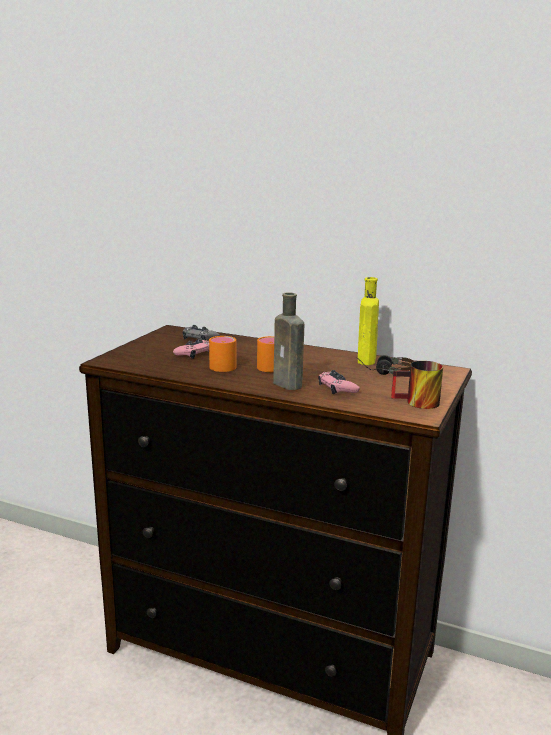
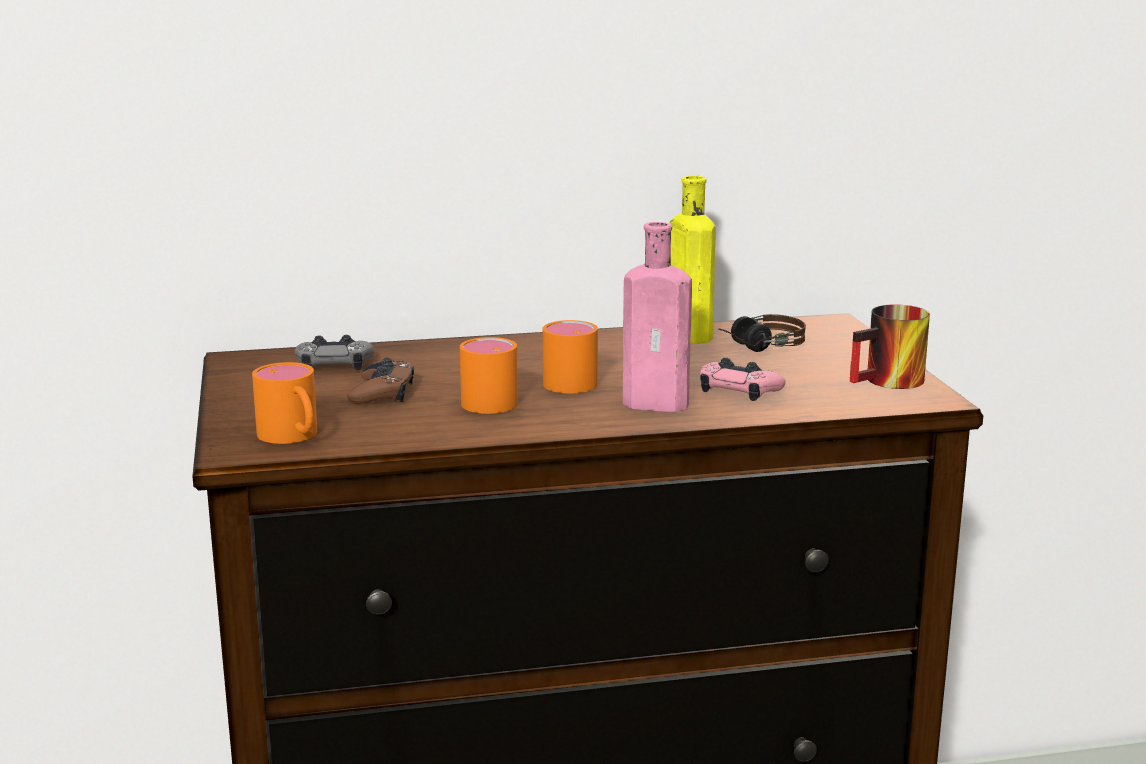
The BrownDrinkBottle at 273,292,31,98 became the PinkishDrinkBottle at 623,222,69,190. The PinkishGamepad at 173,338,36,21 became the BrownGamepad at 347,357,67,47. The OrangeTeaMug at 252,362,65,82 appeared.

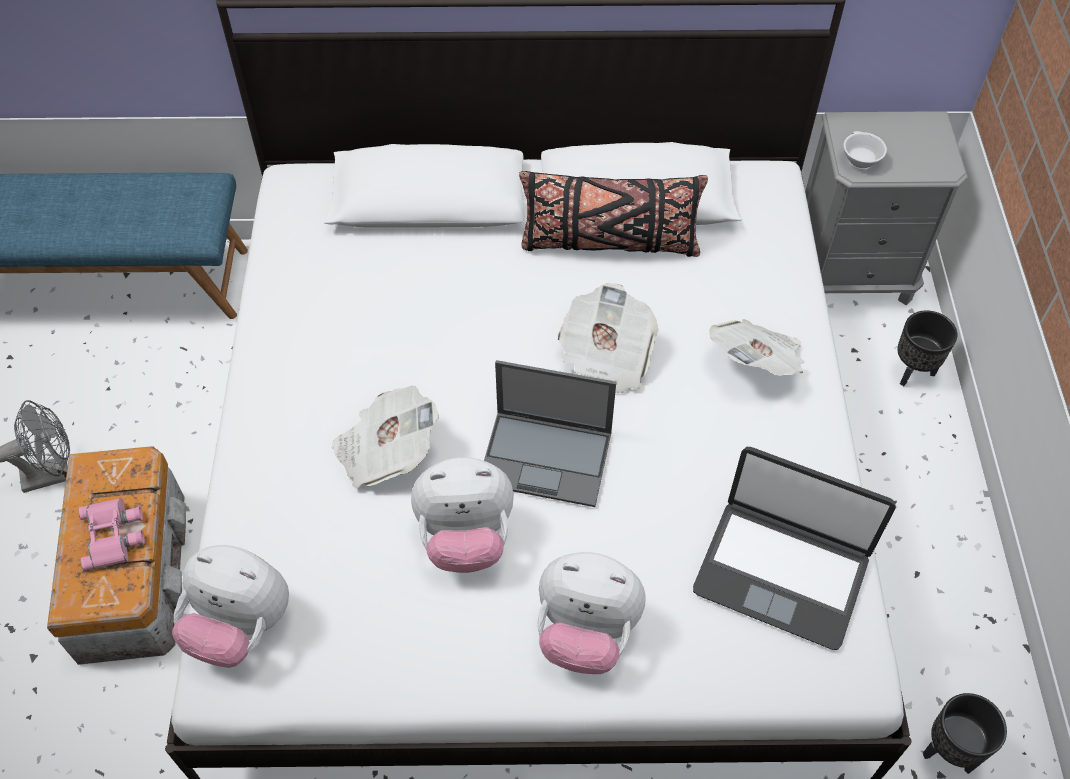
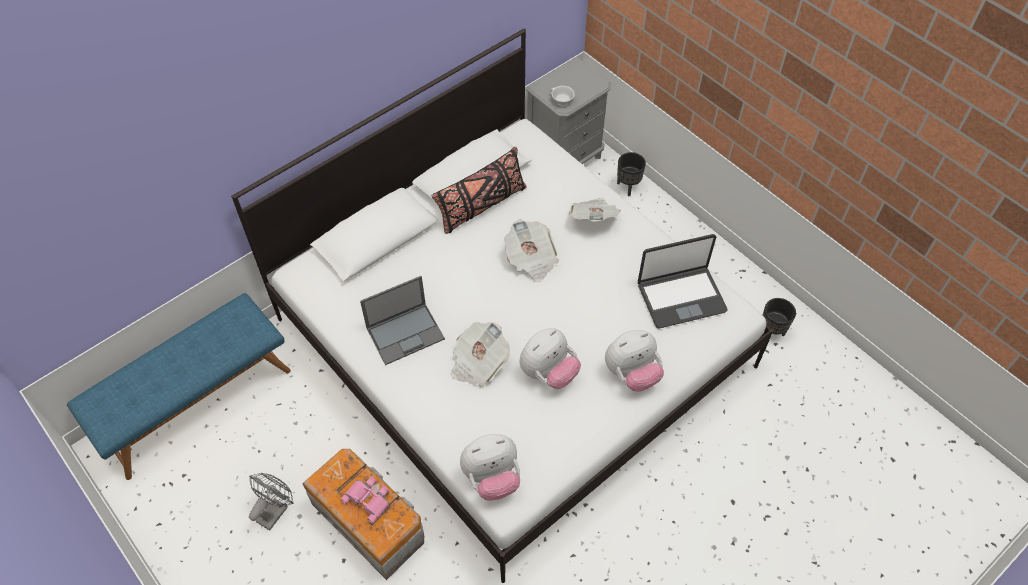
The NotebookComputer moved from 484,360,132,147 to 360,276,85,89.

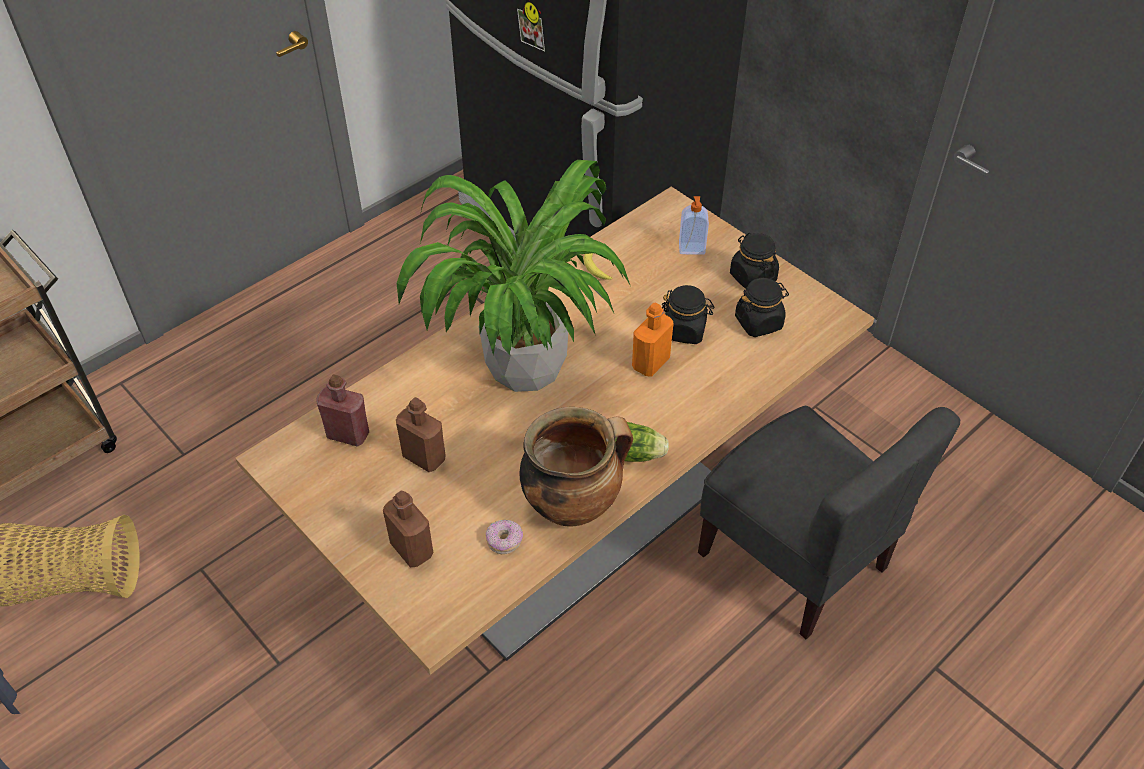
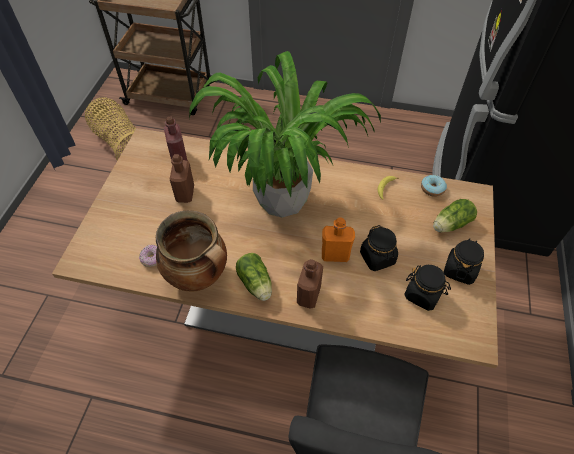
The SoapDispenser at 679,196,30,59 was replaced by the Lettuce at 433,199,44,34. The BrownDrinkBottle moved from 383,491,50,76 to 297,259,26,50. The RingDoughnut at 421,175,26,22 appeared.

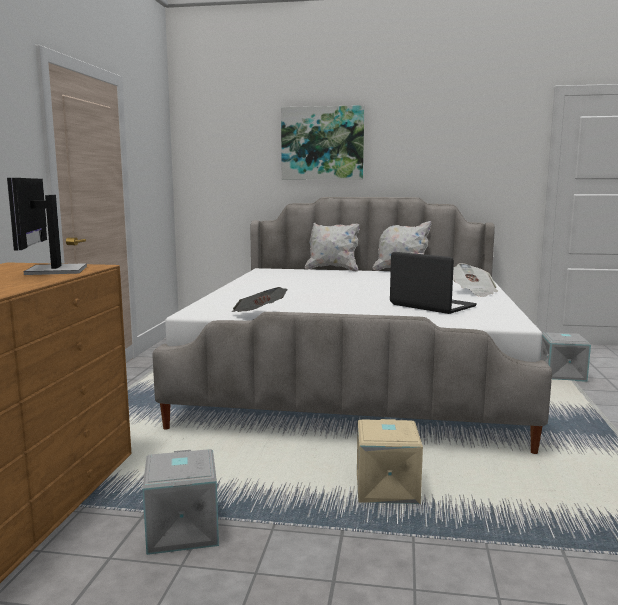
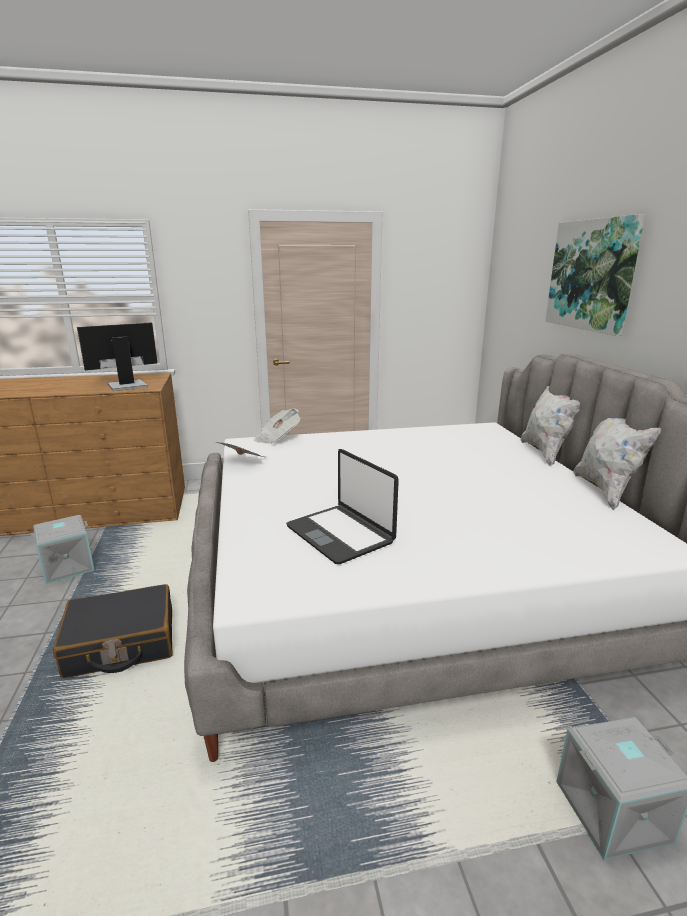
The NotebookComputer at 390,252,87,62 turned 120 degrees clockwise. The PrintedPaper moved from 453,263,45,34 to 254,408,46,36. The BeigeColouredStorageBox at 357,419,66,85 was replaced by the BlackPieceOfLuggage at 53,584,120,94.

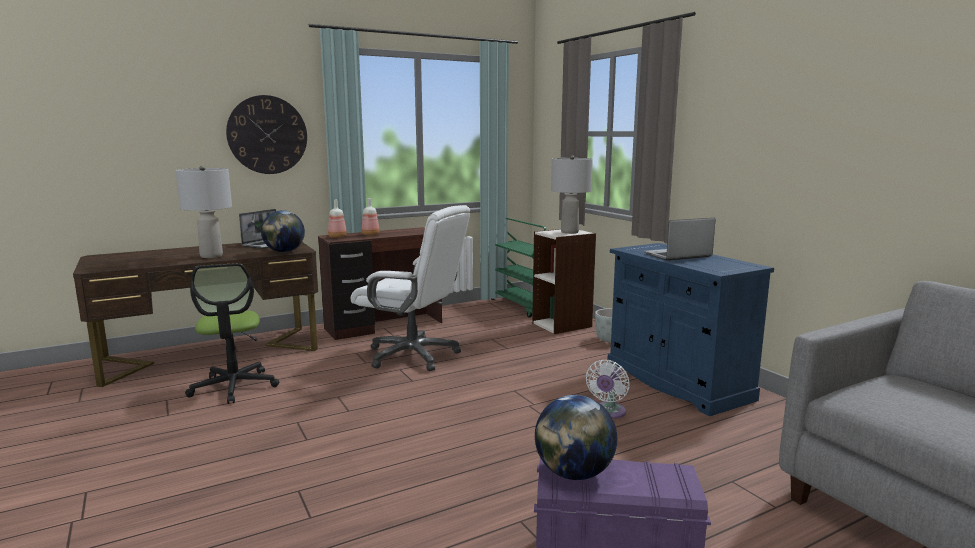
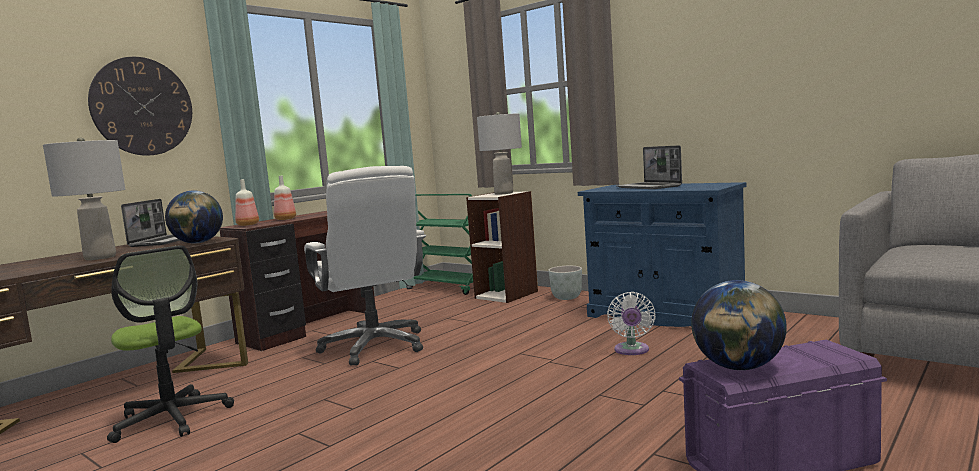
The WhiteColouredComputerChair at 351,205,119,166 turned 60 degrees clockwise. The NotebookComputer at 644,218,72,43 turned 75 degrees counterclockwise.

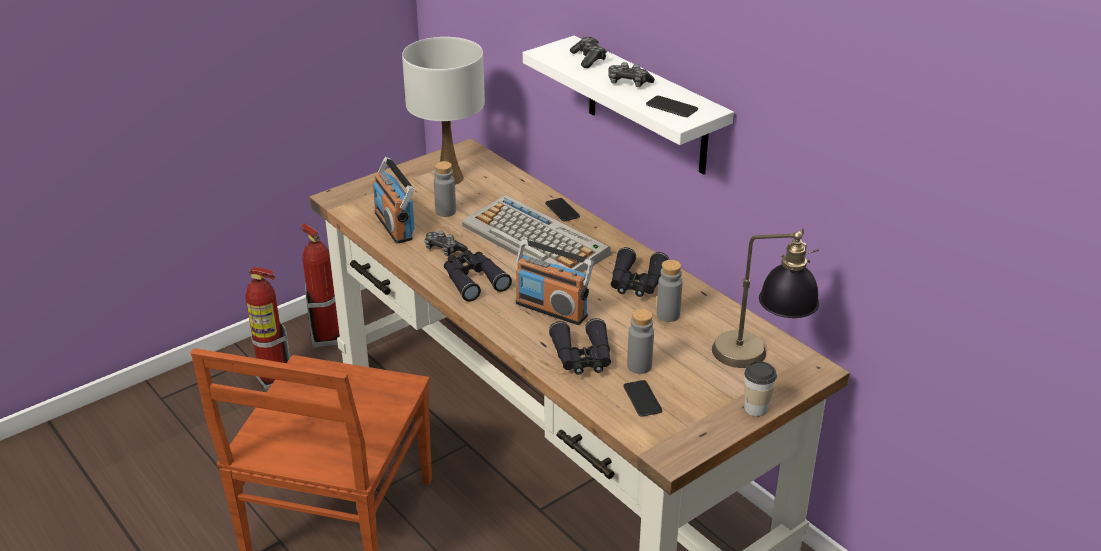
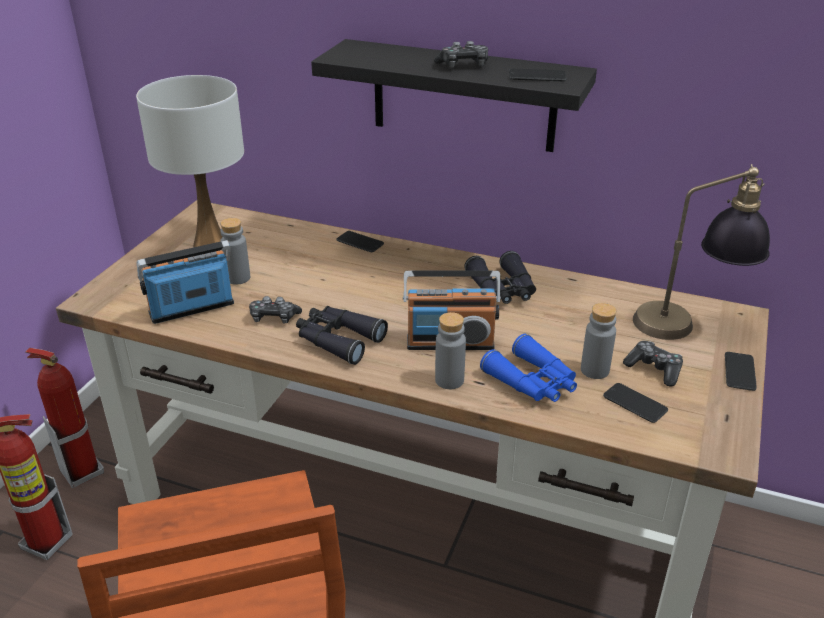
The WhiteColouredWallShelf at 523,36,211,139 became the BlackWallShelf at 311,39,286,113. The Gamepad moved from 570,37,37,31 to 623,341,60,45. The Radio at 373,157,42,87 turned 120 degrees clockwise. The Keyboard at 462,195,148,77 disappeared. The GrayDrinkBottle moved from 657,260,26,62 to 435,312,31,77. The BlackBinoculars at 549,318,62,57 became the BluishBinoculars at 480,334,97,68. The Cup at 744,361,33,55 was replaced by the Phone at 725,352,32,39.

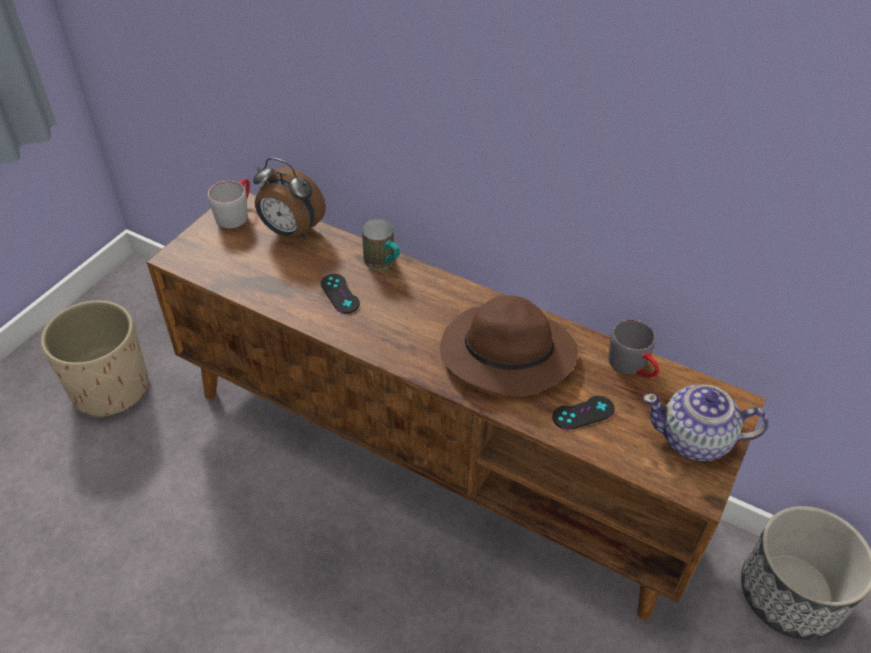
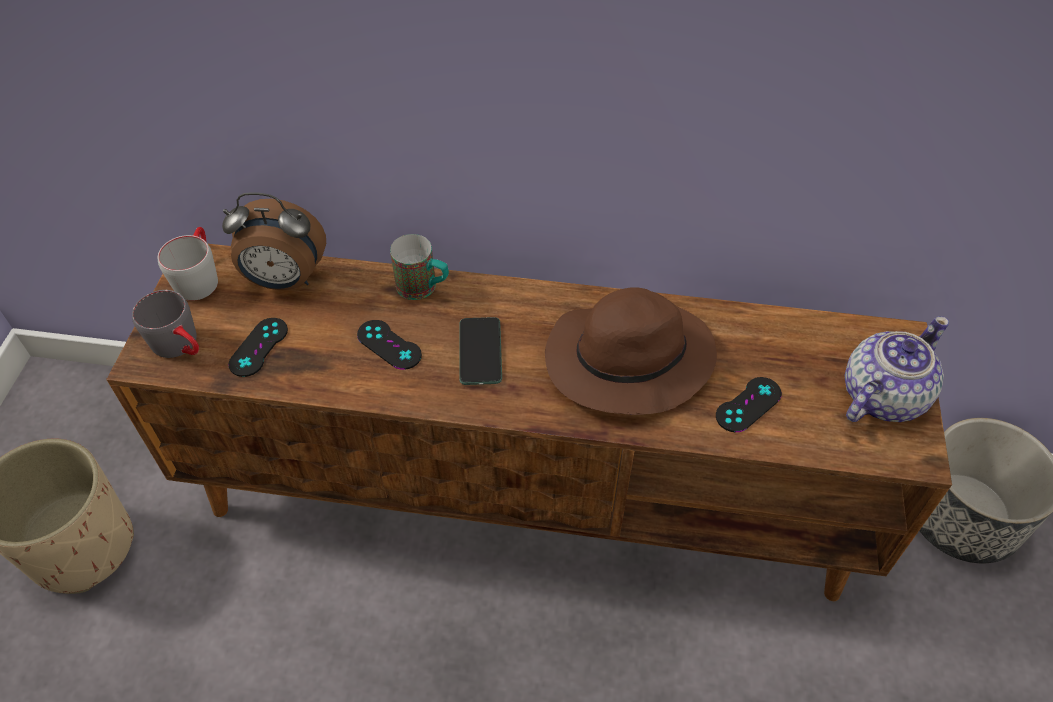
The GrayTeaMug moved from 608,319,51,59 to 132,290,67,68. The TeaPot at 643,384,126,77 turned 150 degrees clockwise. The Phone at 459,317,43,68 appeared. The BlackGamepad at 228,318,60,59 appeared.

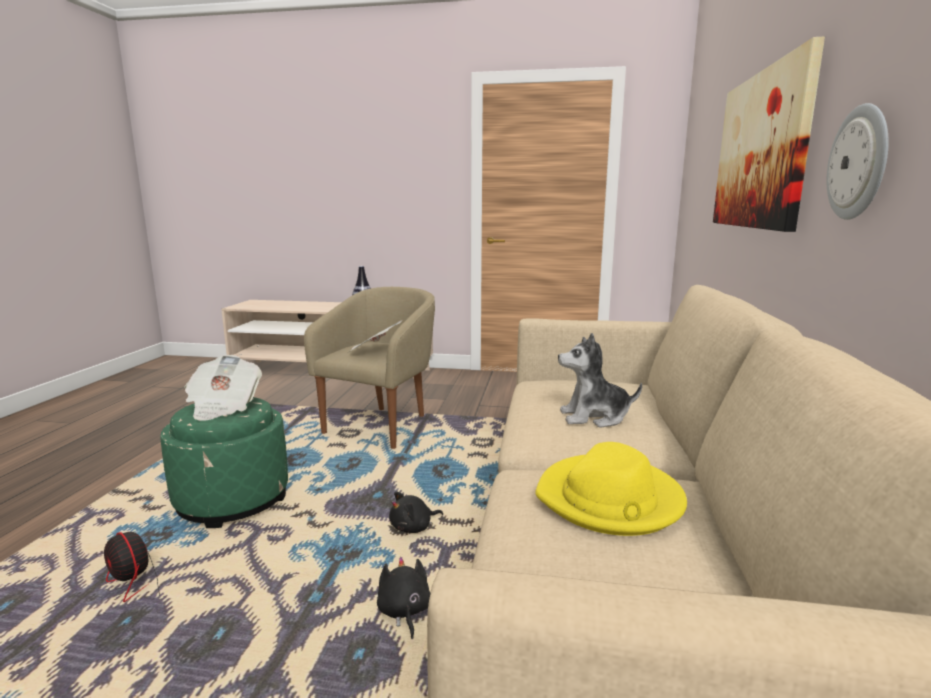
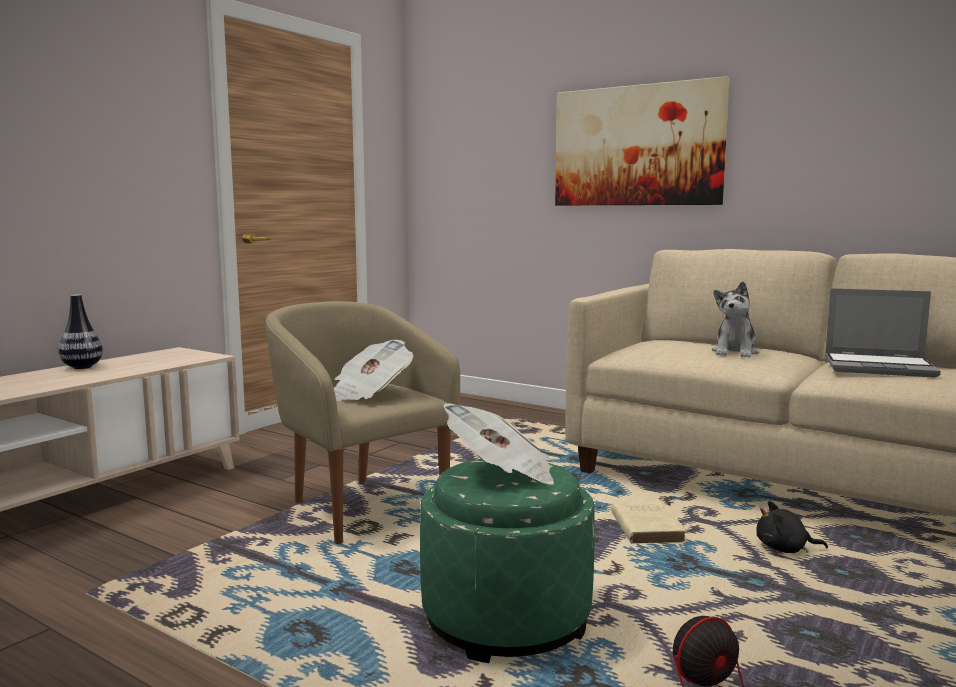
The ClockOnTheWall at 827,103,62,117 disappeared. The YellowColouredClothingHat at 535,442,152,94 was replaced by the NotebookComputer at 825,288,116,90. The BlackPlushToy at 389,491,54,42 was replaced by the BeigeColouredBoundBook at 611,501,76,43.

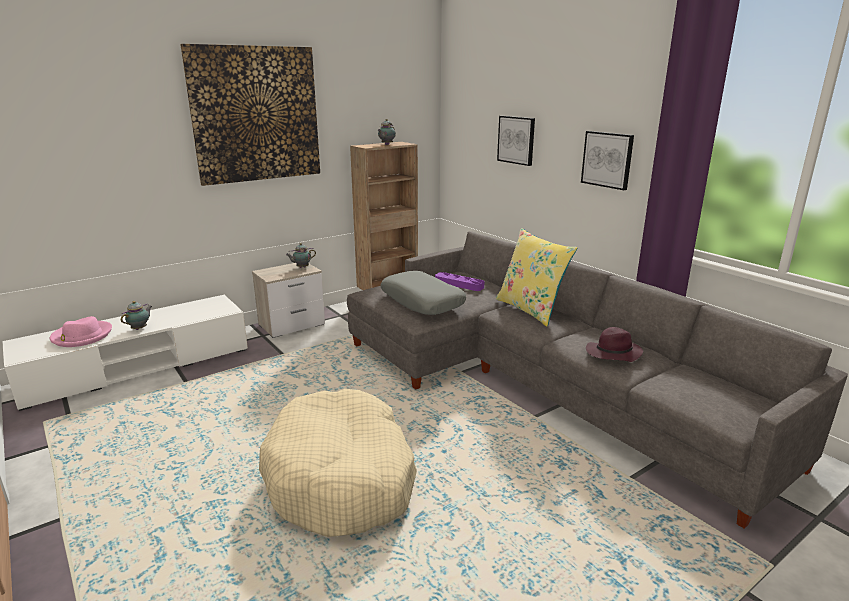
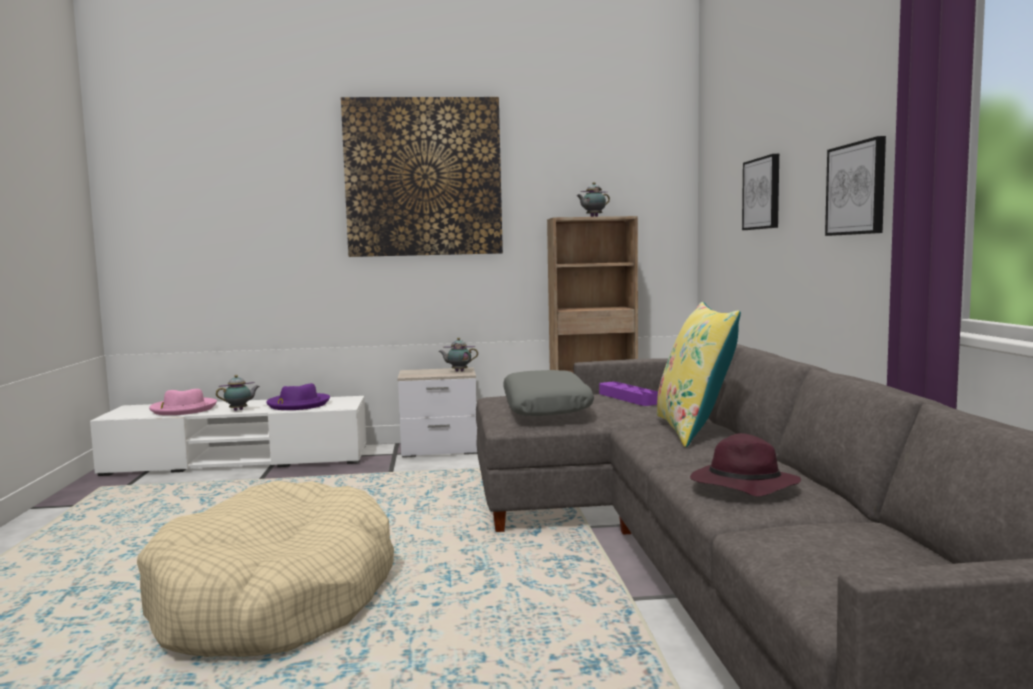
The PurplishClothingHat at 266,383,64,27 appeared.

